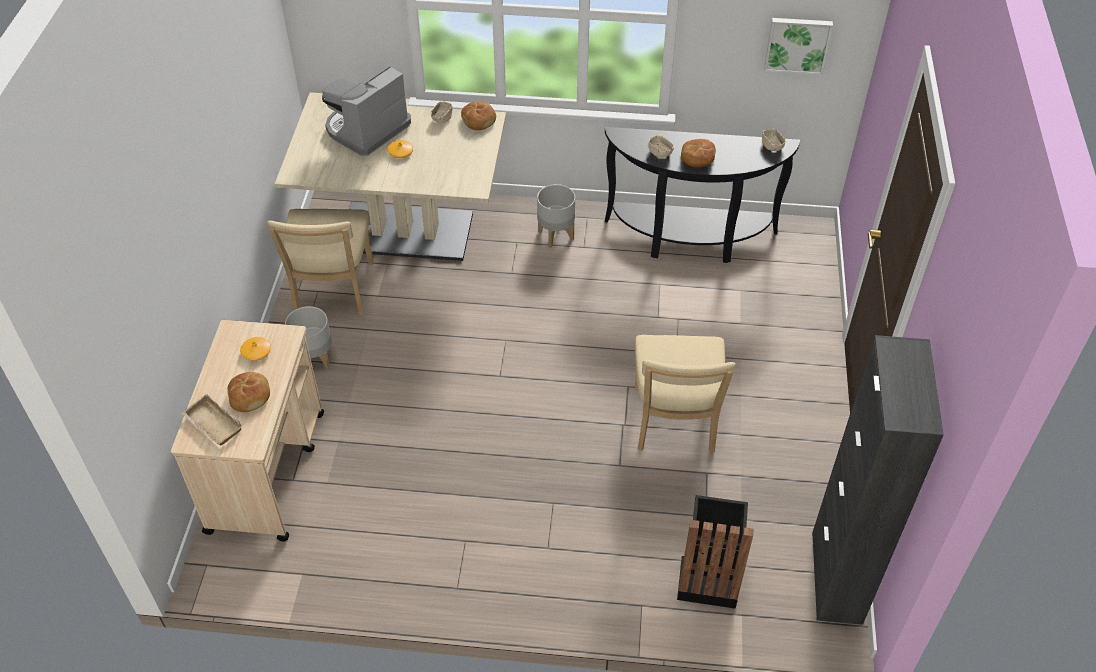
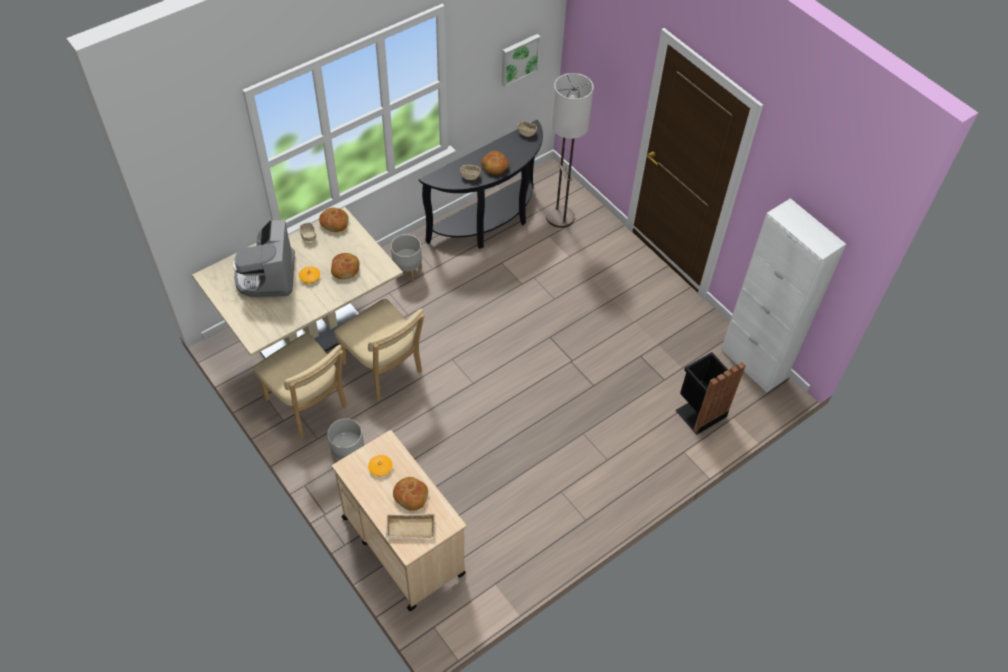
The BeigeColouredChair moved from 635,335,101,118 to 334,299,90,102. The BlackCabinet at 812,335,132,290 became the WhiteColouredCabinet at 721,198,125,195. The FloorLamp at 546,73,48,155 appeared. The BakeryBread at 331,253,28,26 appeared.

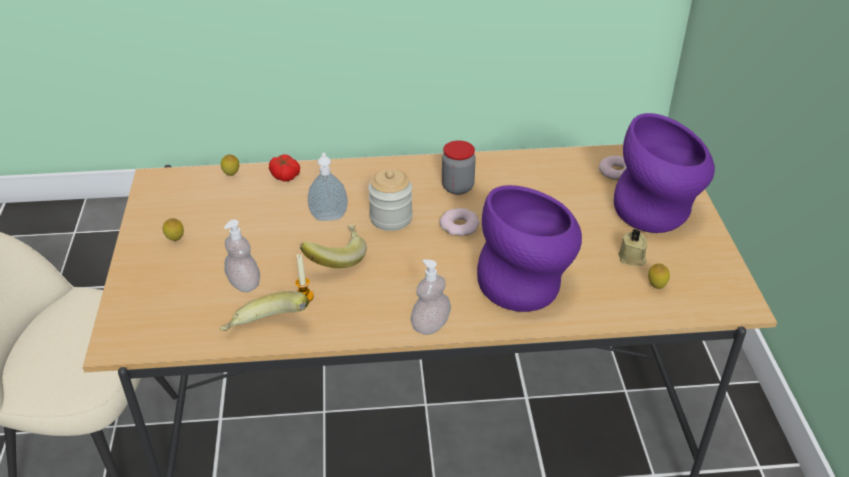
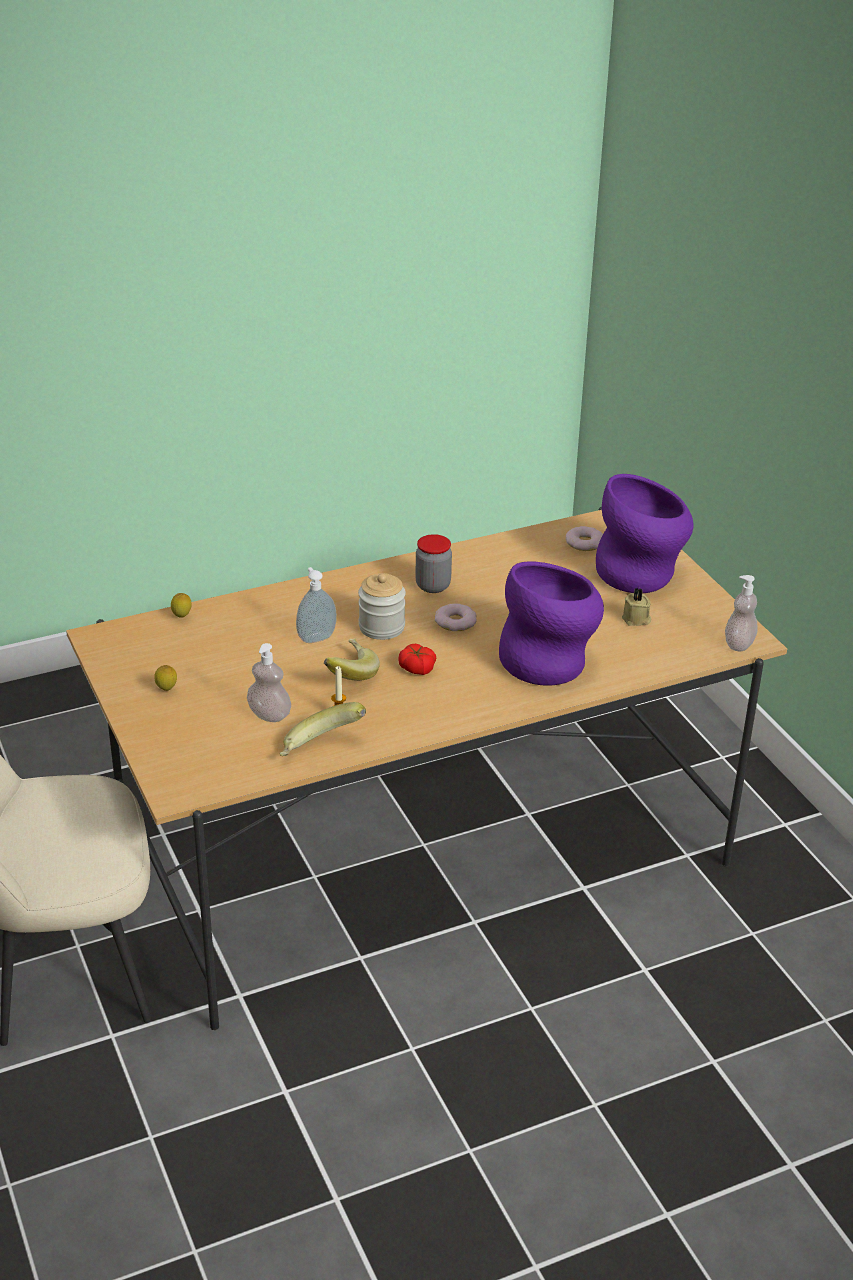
The FreshTomato moved from 269,154,31,27 to 398,644,38,31. The SoapDispenser moved from 411,259,40,76 to 725,575,33,76. The WholeLemon at 648,263,22,26 disappeared.

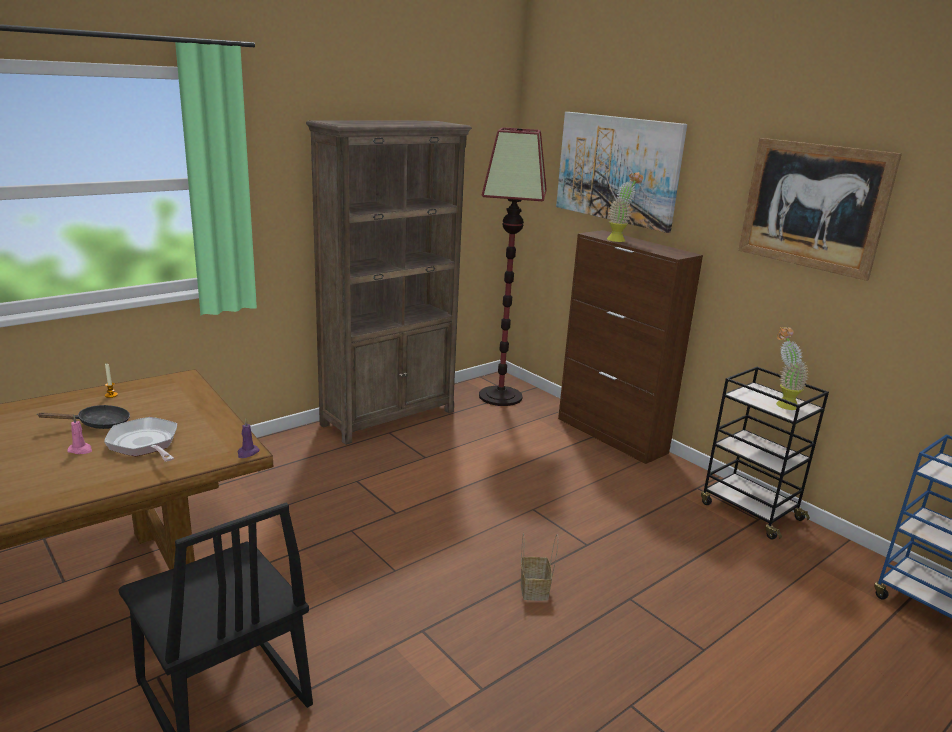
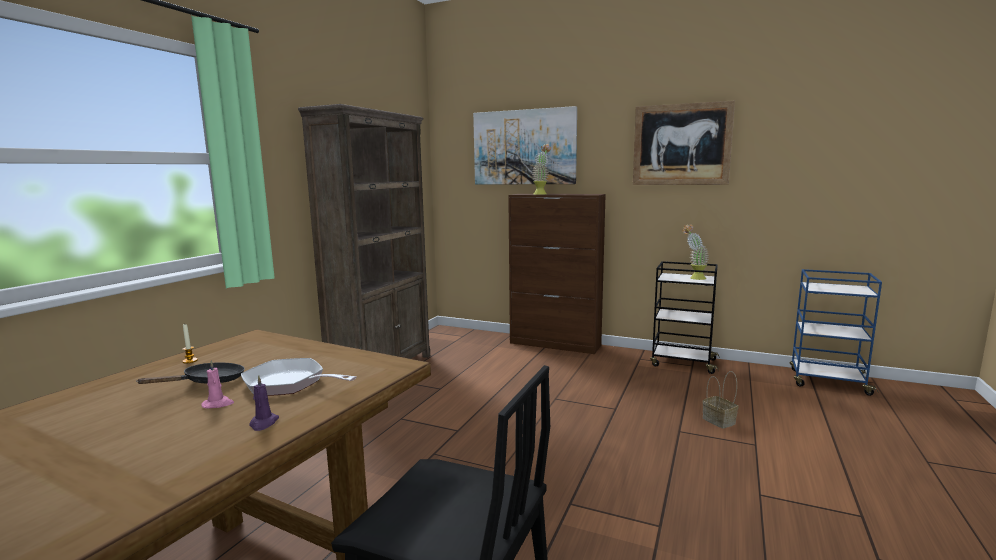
The FloorLamp at 479,127,68,279 disappeared. The PurplishCandle moved from 238,419,22,39 to 249,375,30,56. The Basket moved from 521,533,37,68 to 702,371,36,58.

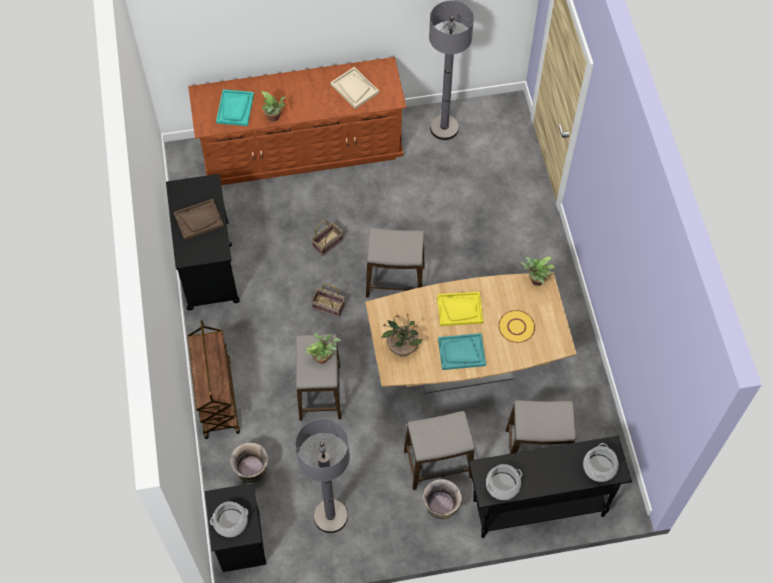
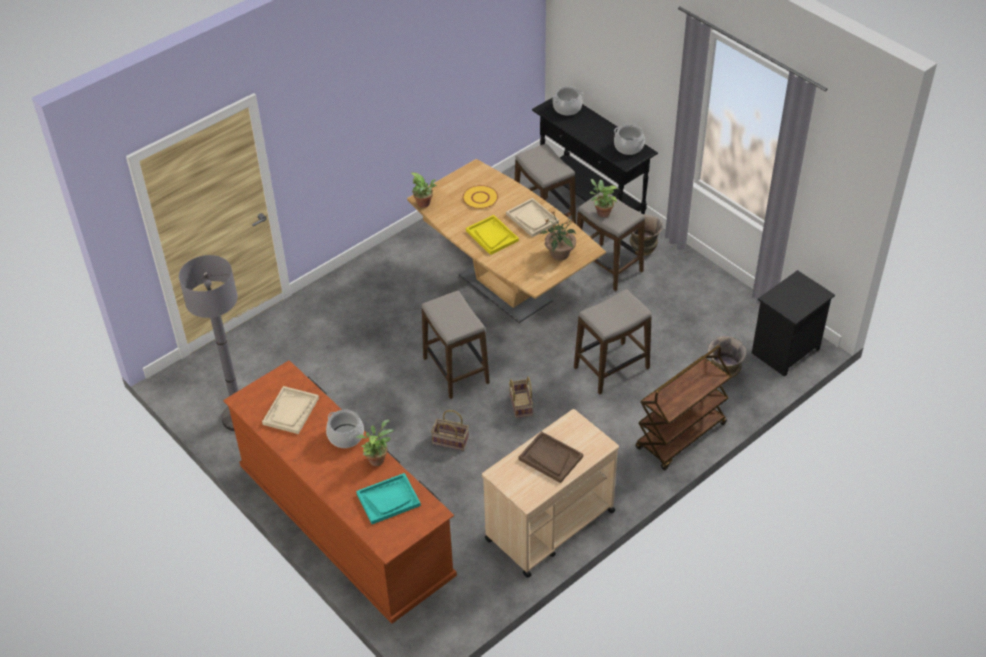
The BlackWheeledCart at 166,174,74,136 became the BeigeColouredWheeledCart at 482,409,137,169. The PlantInAPot moved from 306,333,36,31 to 590,179,28,39. The TurquoiseColouredServingTray at 438,333,48,37 became the BeigeColouredServingTray at 506,198,53,39. The GrayFloorLamp at 295,419,55,114 disappeared. The CookingPot moved from 210,502,38,35 to 326,410,38,38.

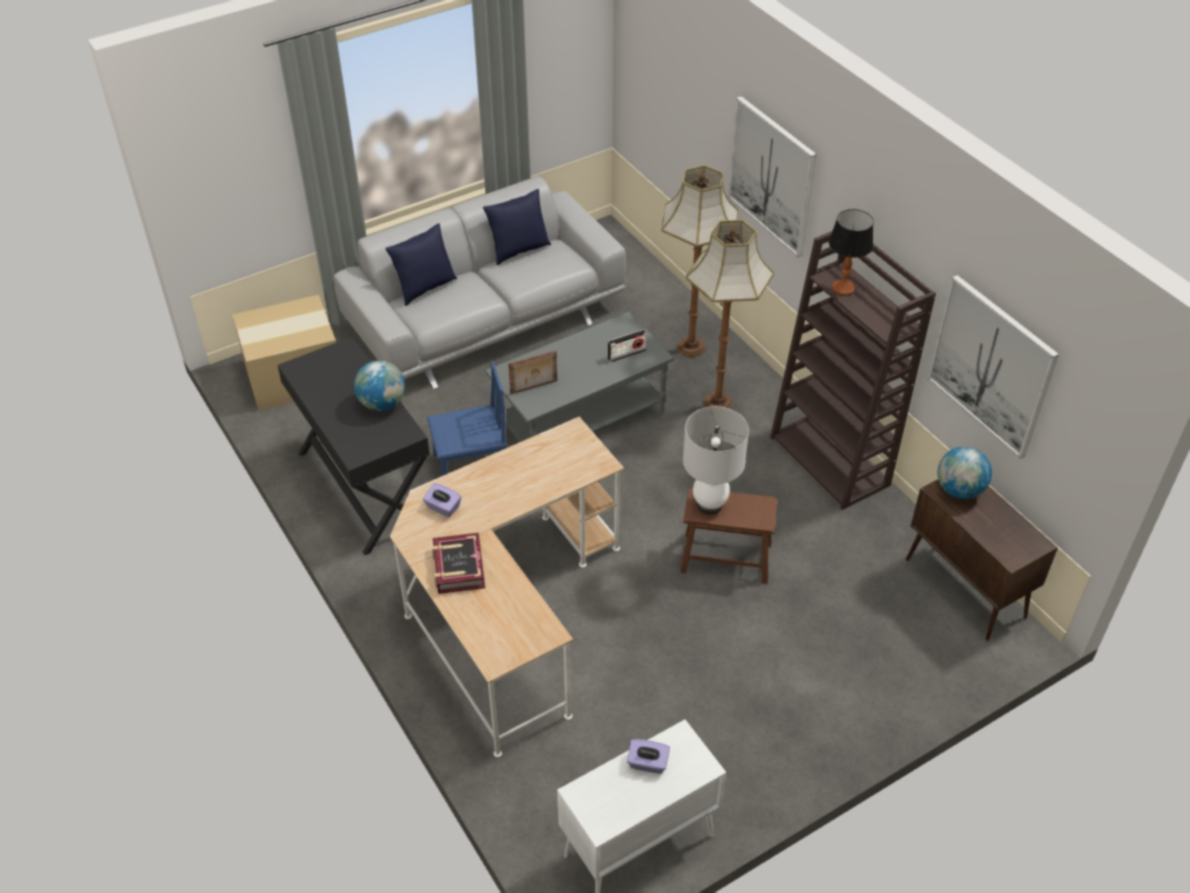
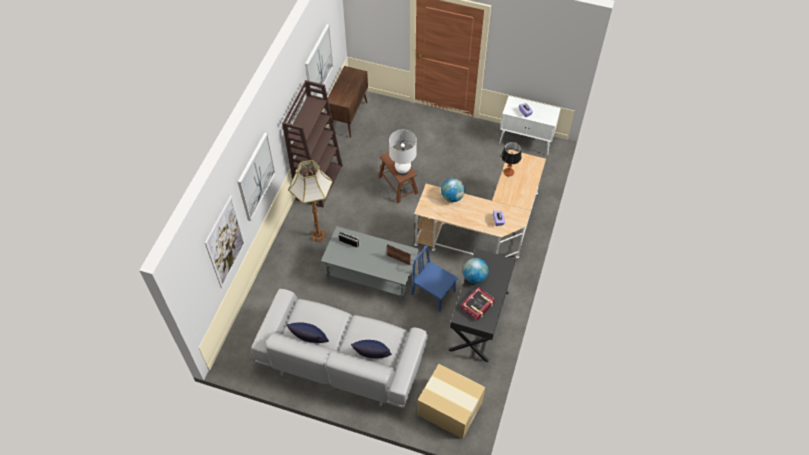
The FloorLamp at 661,165,77,192 disappeared. The TabletopLamp moved from 829,209,45,87 to 501,142,21,35. The DeskGlobe moved from 938,447,54,52 to 441,178,24,24. The BoundBook moved from 432,533,53,61 to 461,287,34,34. The Picture at 205,196,40,92 appeared.

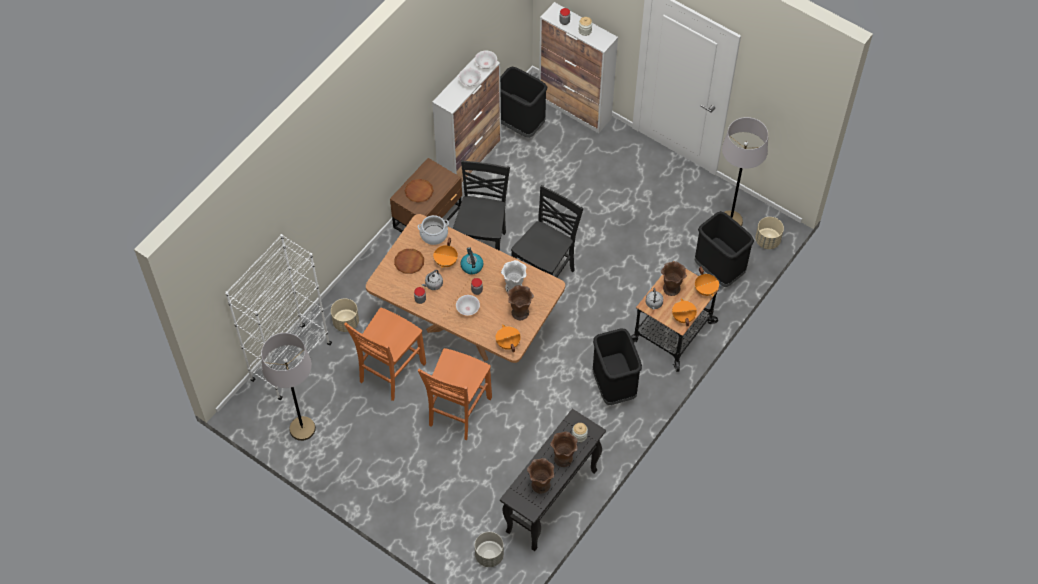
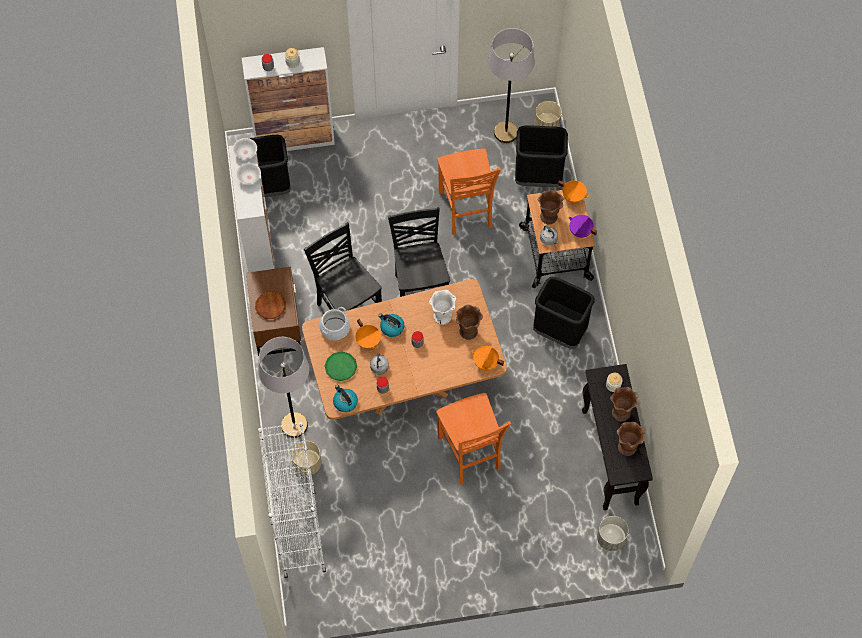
The BrownFlatDish at 394,249,30,25 became the GreenFlatDish at 325,351,32,30. The WhiteColouredServingBowl at 456,295,24,20 disappeared. The OrangeCookingPot at 672,298,25,29 became the PurplishCookingPot at 569,215,28,23. The OrangeChair moved from 344,308,82,93 to 437,148,64,87. The GrayFloorLamp moved from 261,333,55,108 to 258,337,51,101. The Kettle at 333,385,25,27 appeared.

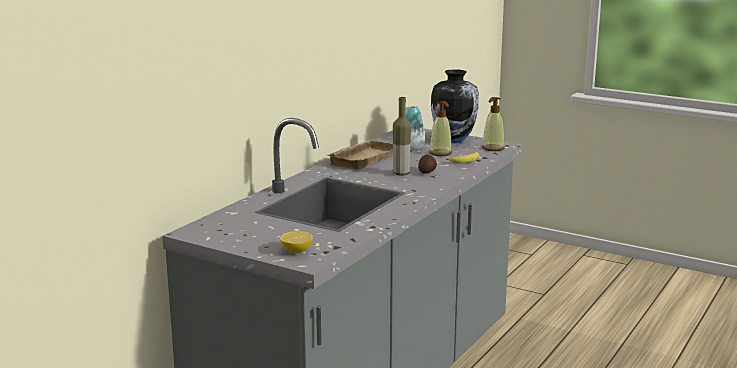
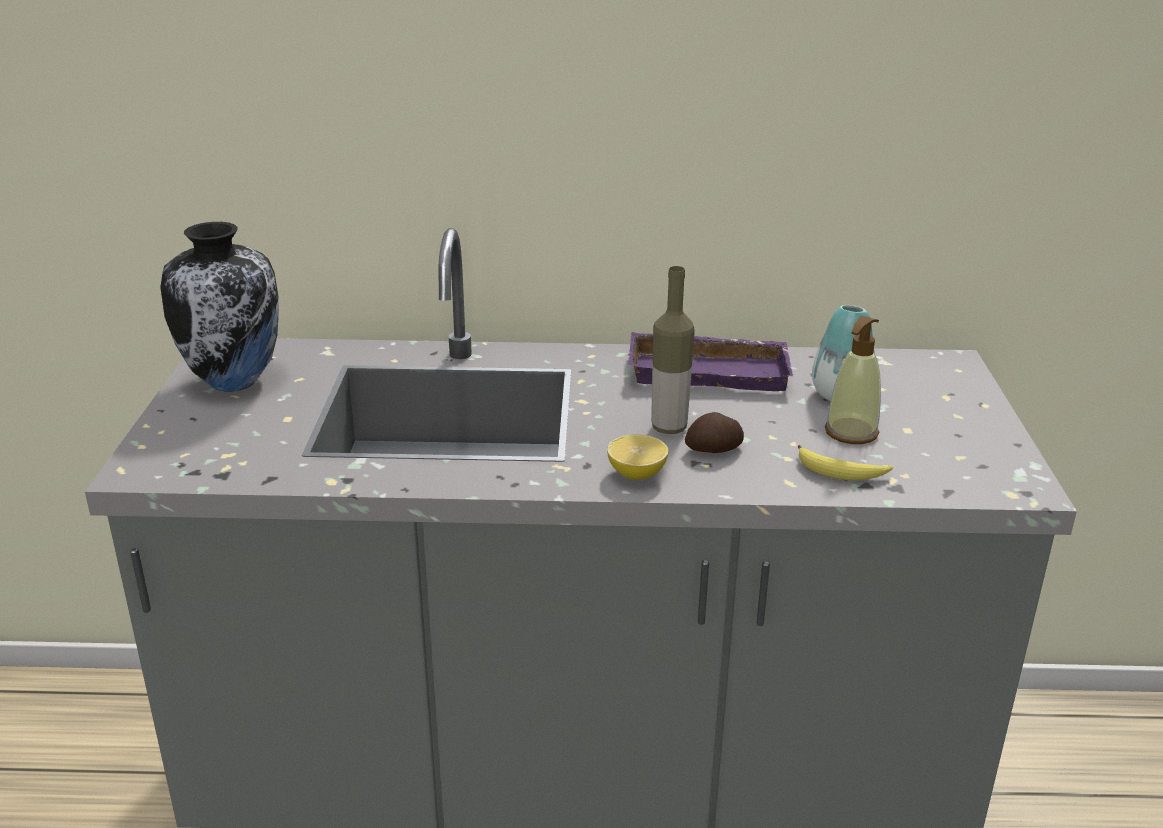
The FlowerVase moved from 431,69,48,74 to 160,222,119,170. The SoapDispenser at 482,97,23,54 disappeared. The BeigeColouredServingTray at 328,140,65,30 became the PurplishServingTray at 628,332,165,59. The WholeLemon moved from 280,231,33,23 to 607,434,62,46.

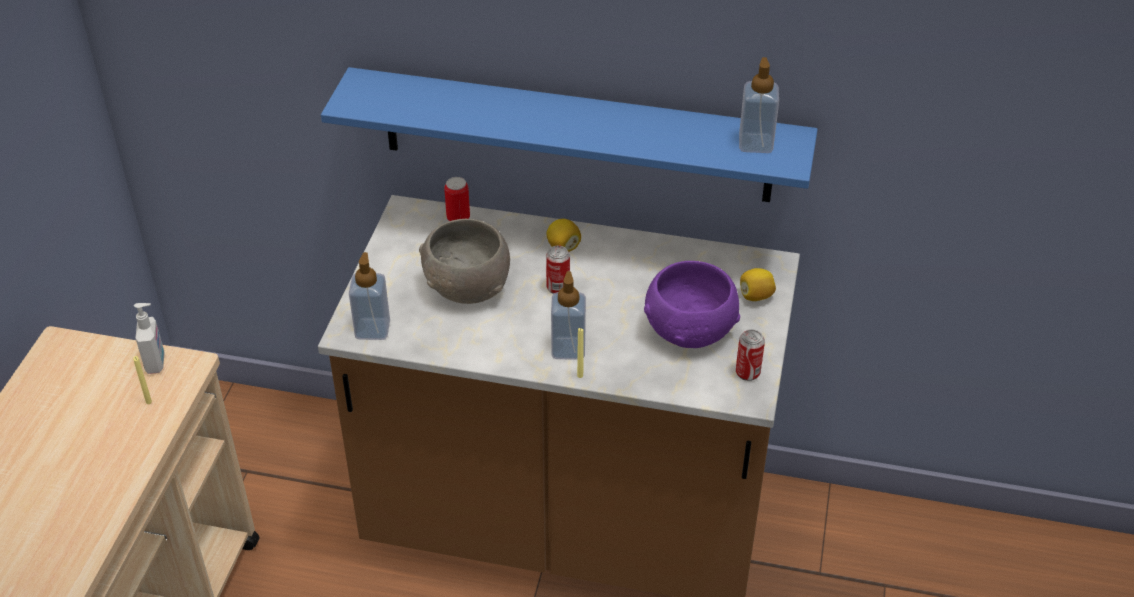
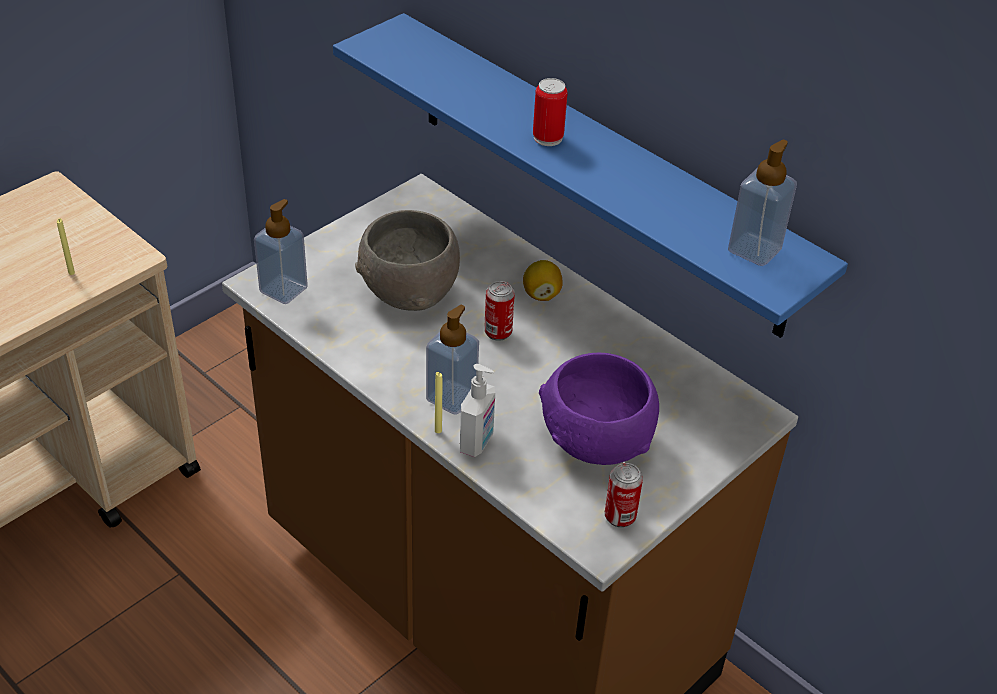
The MetalCan moved from 444,177,26,45 to 533,78,35,68. The WholeLemon at 740,268,36,33 disappeared. The SoapDispenser moved from 134,303,31,71 to 460,364,35,93.

